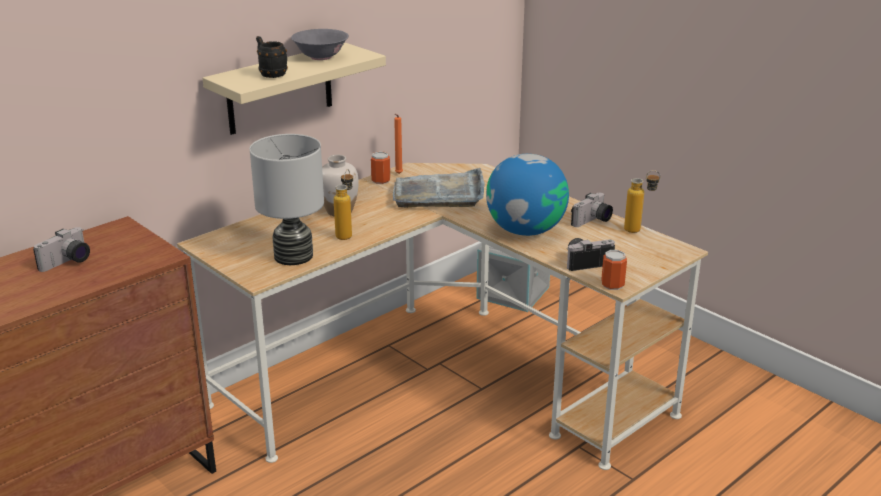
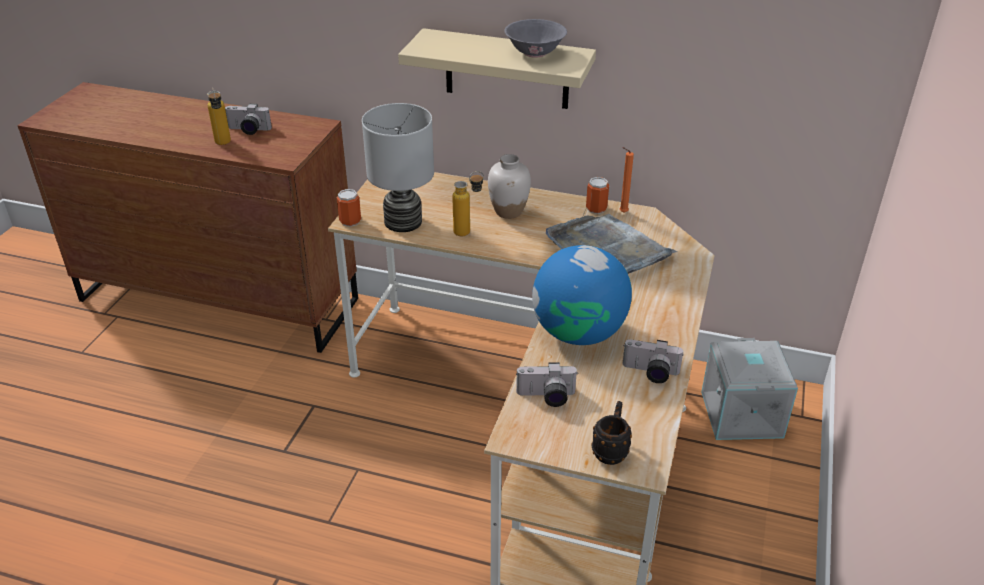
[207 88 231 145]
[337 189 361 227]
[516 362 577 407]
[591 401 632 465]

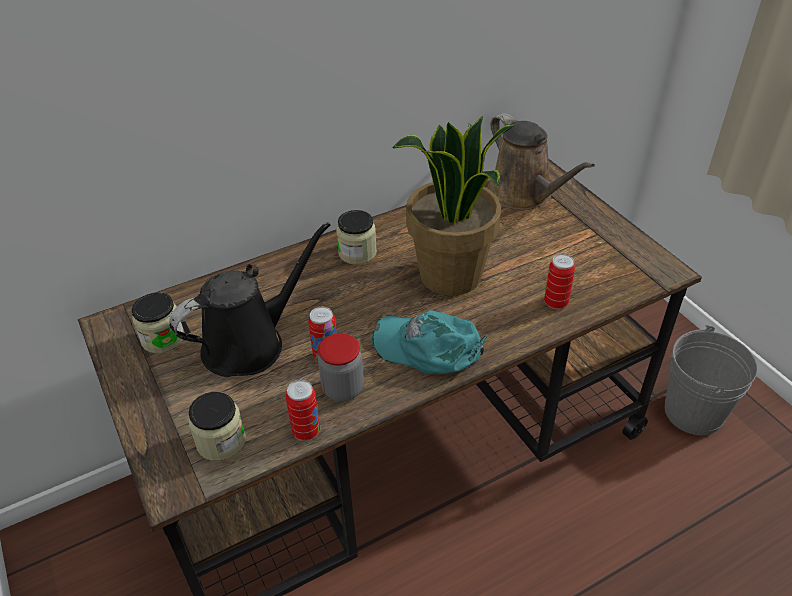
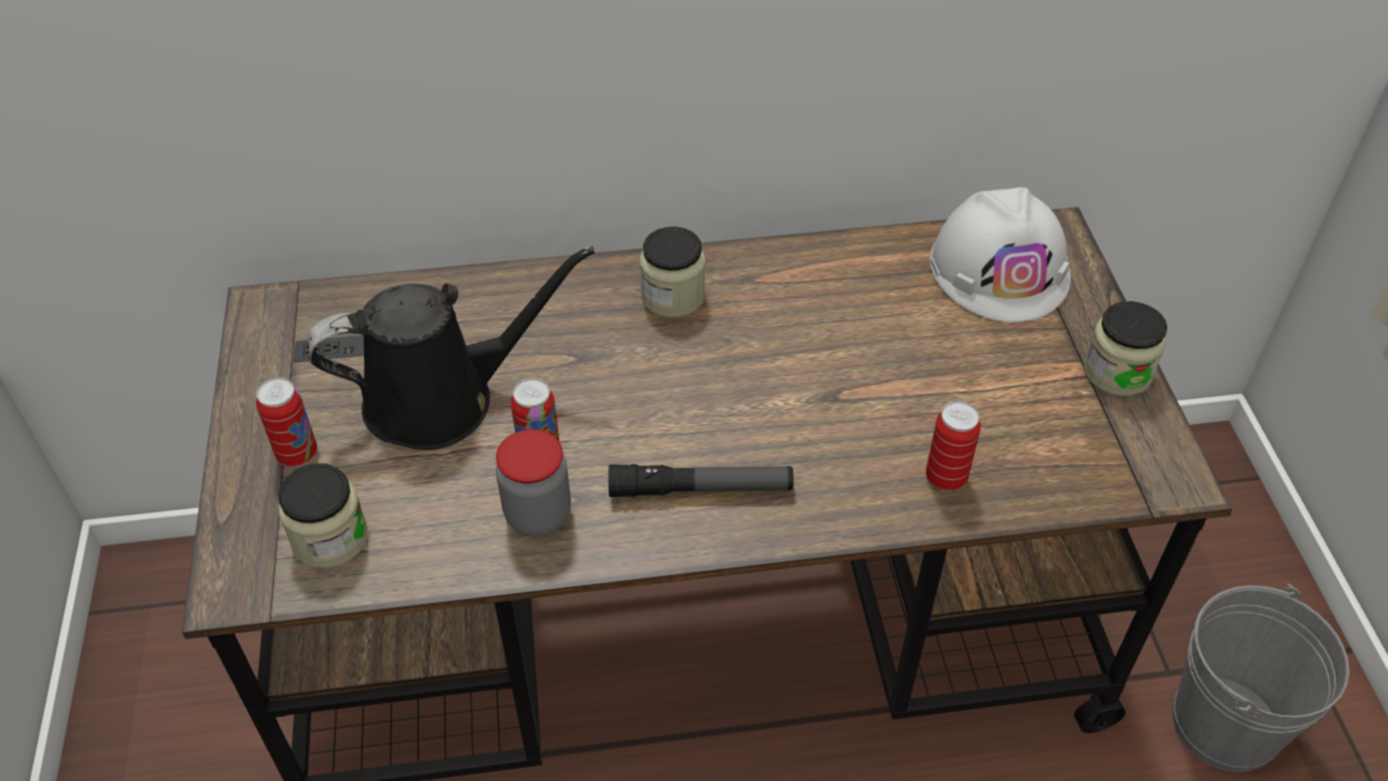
[256 378 317 467]
[608 464 794 497]
[930 187 1071 322]
[1084 301 1167 396]
[392 116 517 296] (first image)

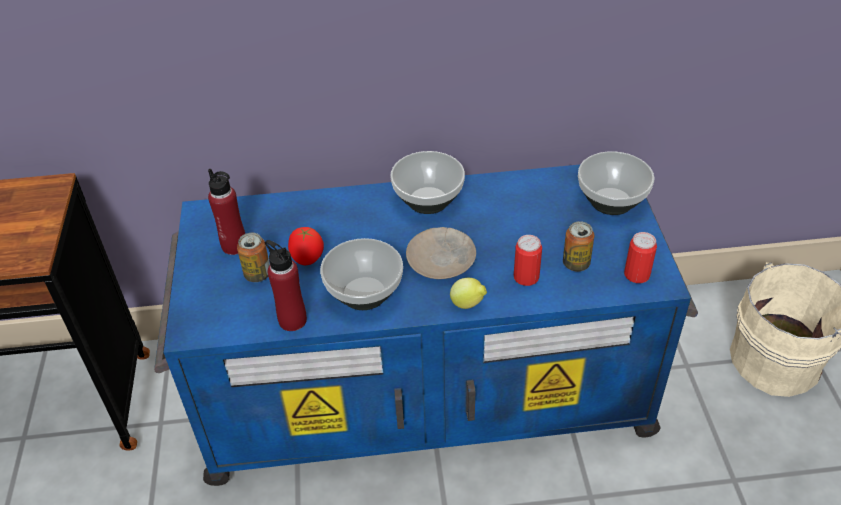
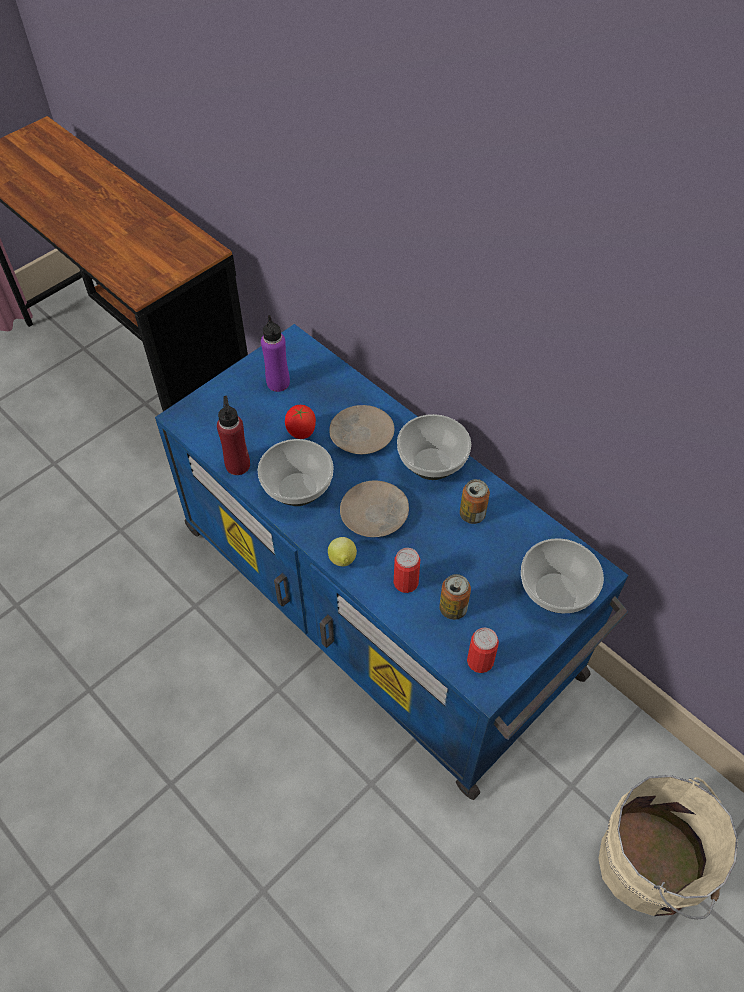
[261 315 290 392]
[329 405 394 454]
[460 479 490 524]

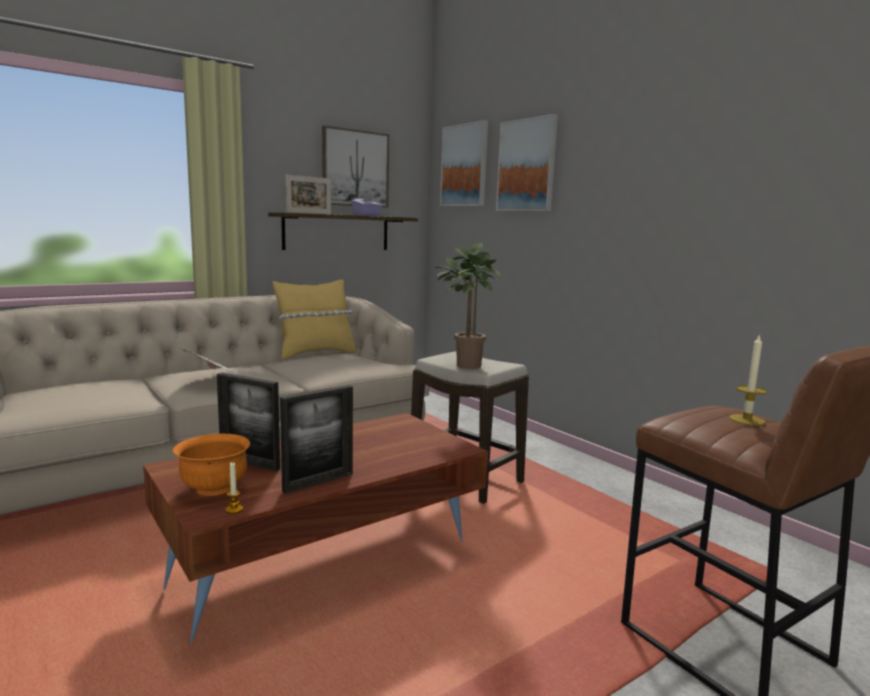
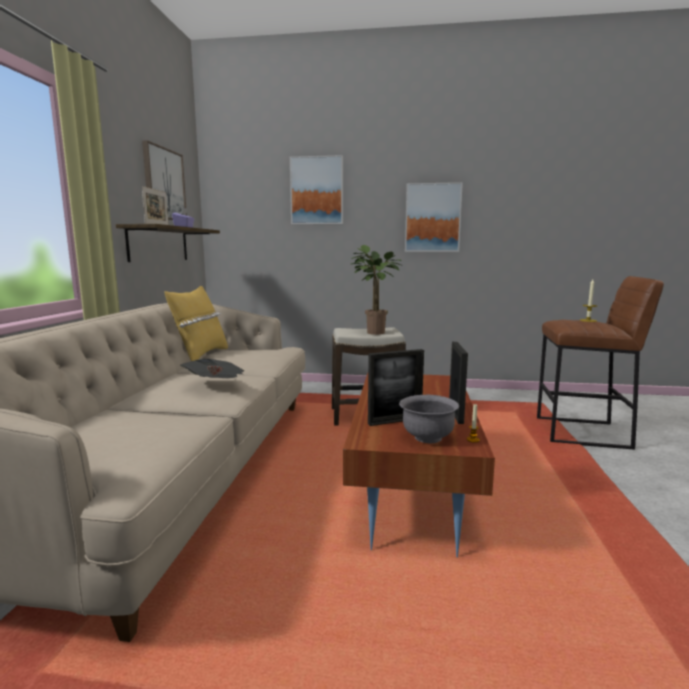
[399 395 459 443]
[405 182 463 252]

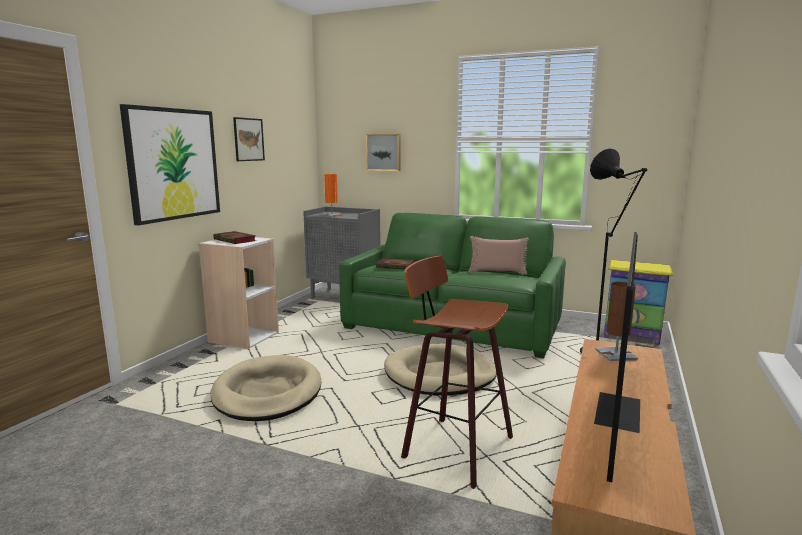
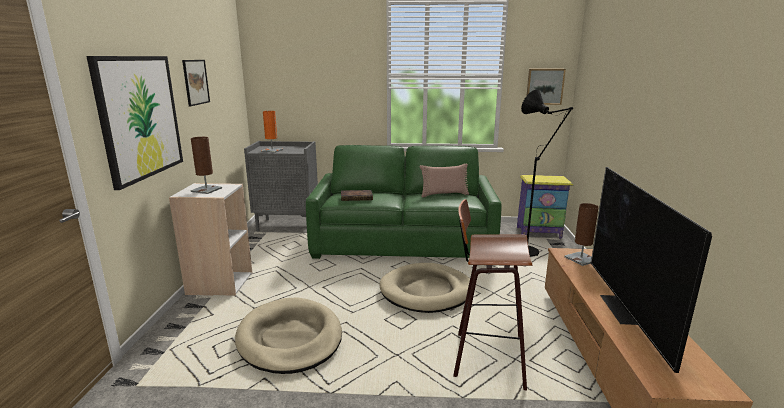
[190 137 222 194]
[527 69 566 105]

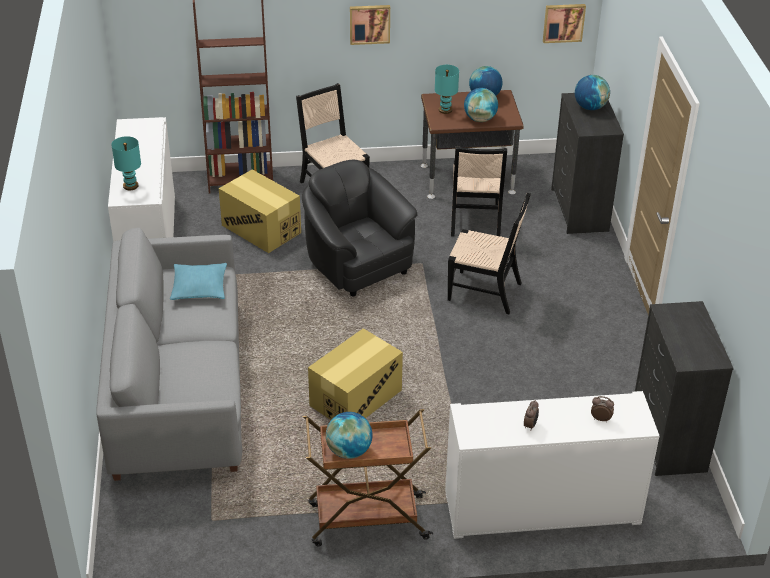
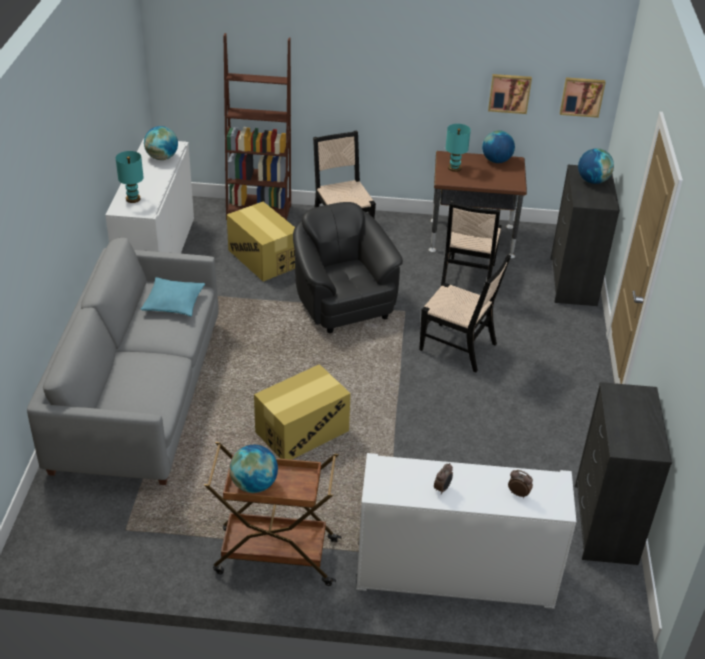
[144 126 178 160]
[488 74 532 114]

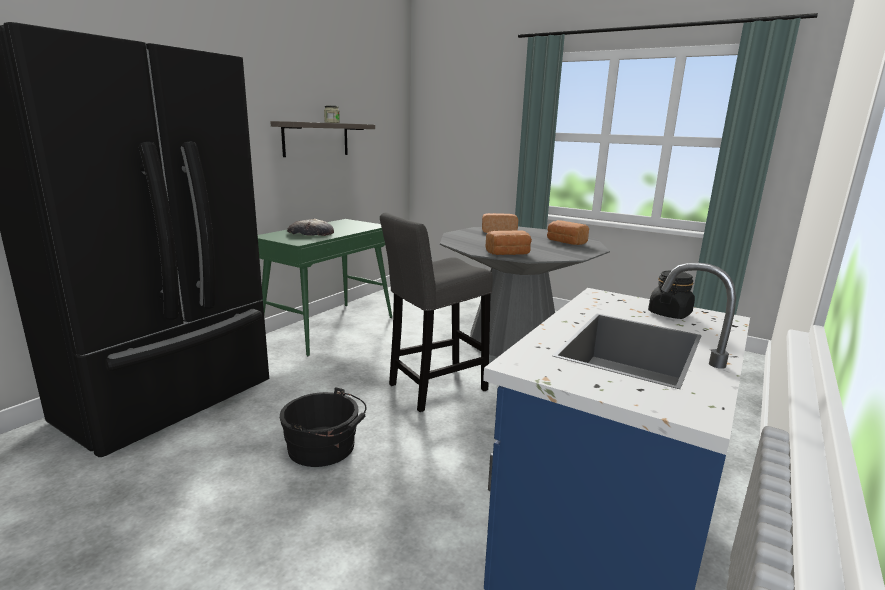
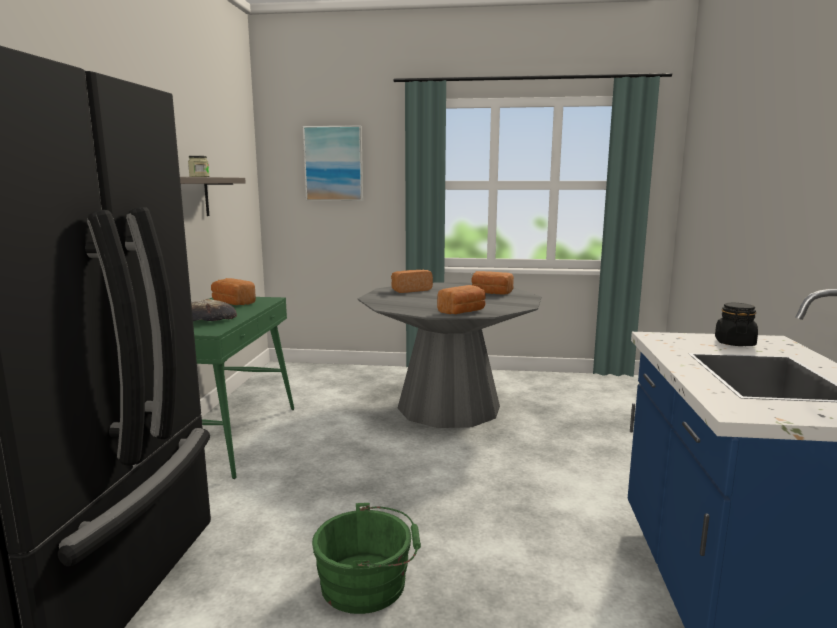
[211 278 256 305]
[303 125 363 201]
[312 503 421 614]
[380 213 493 412] (first image)

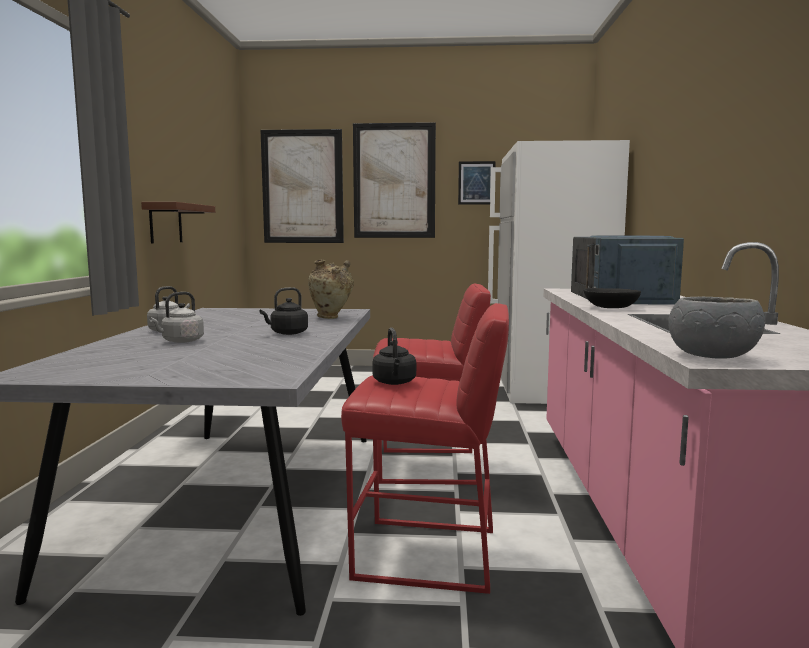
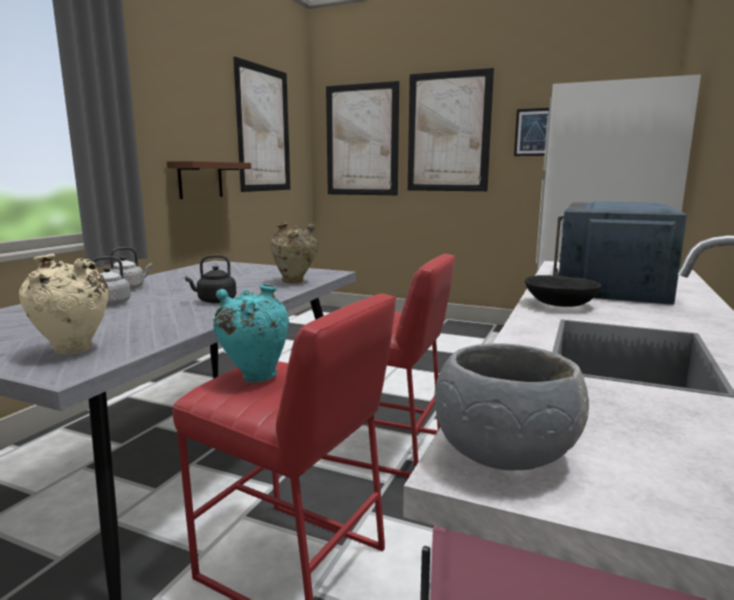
[19 254 108 354]
[213 284 289 382]
[233 56 291 192]

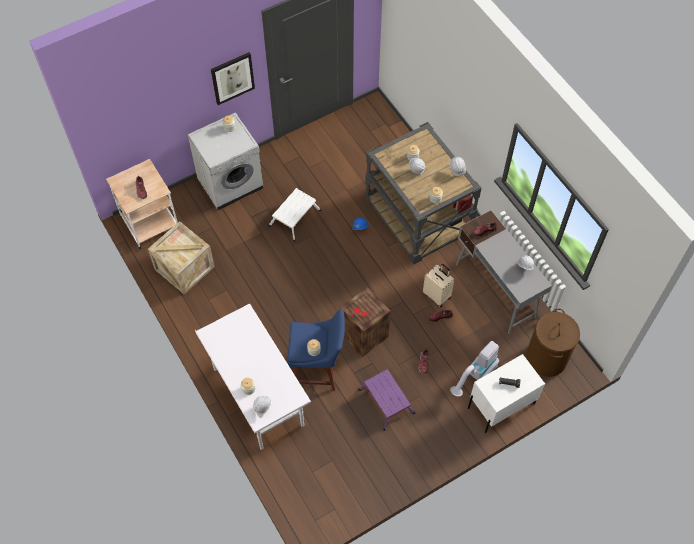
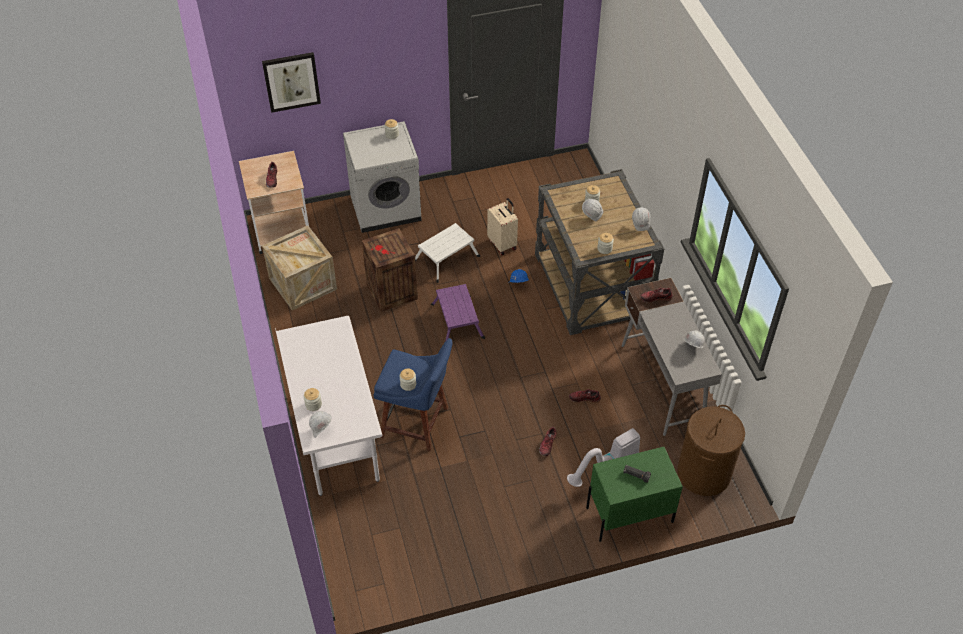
[262 52 321 113]
[362 228 418 312]
[431 284 485 341]
[487 198 518 255]
[586 447 683 542]

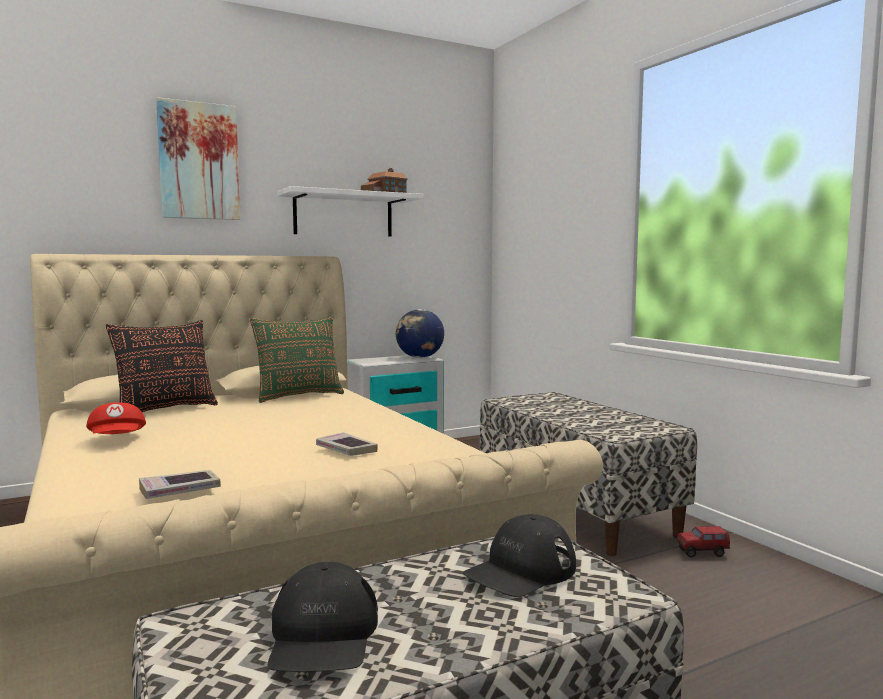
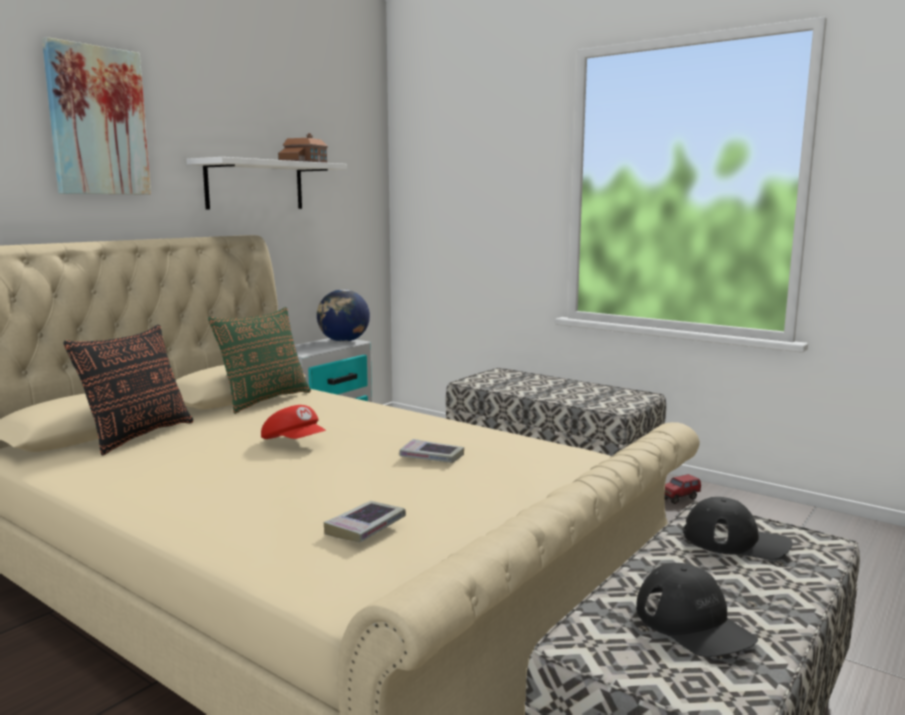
[261 405 326 439]
[683 497 793 560]

